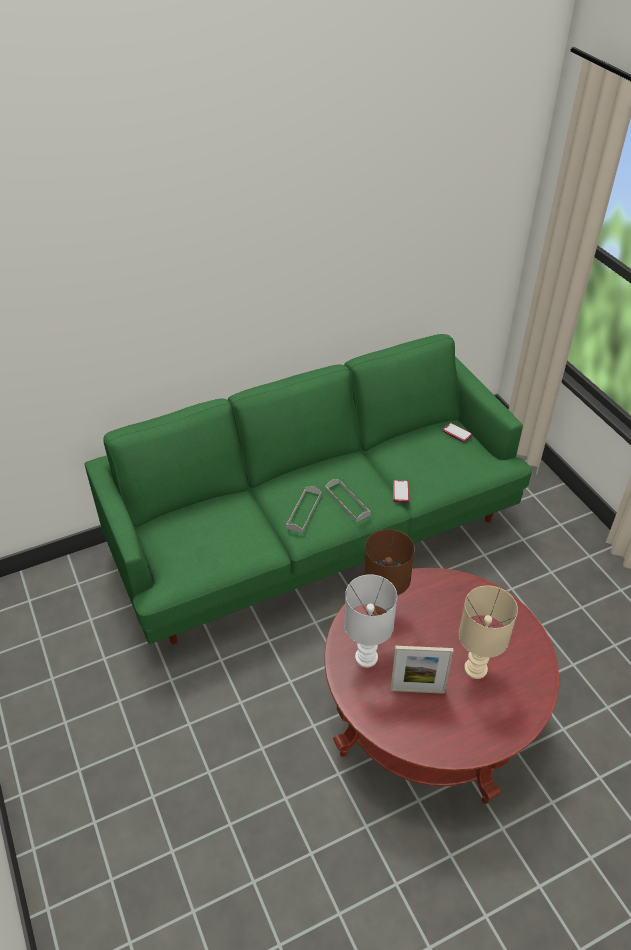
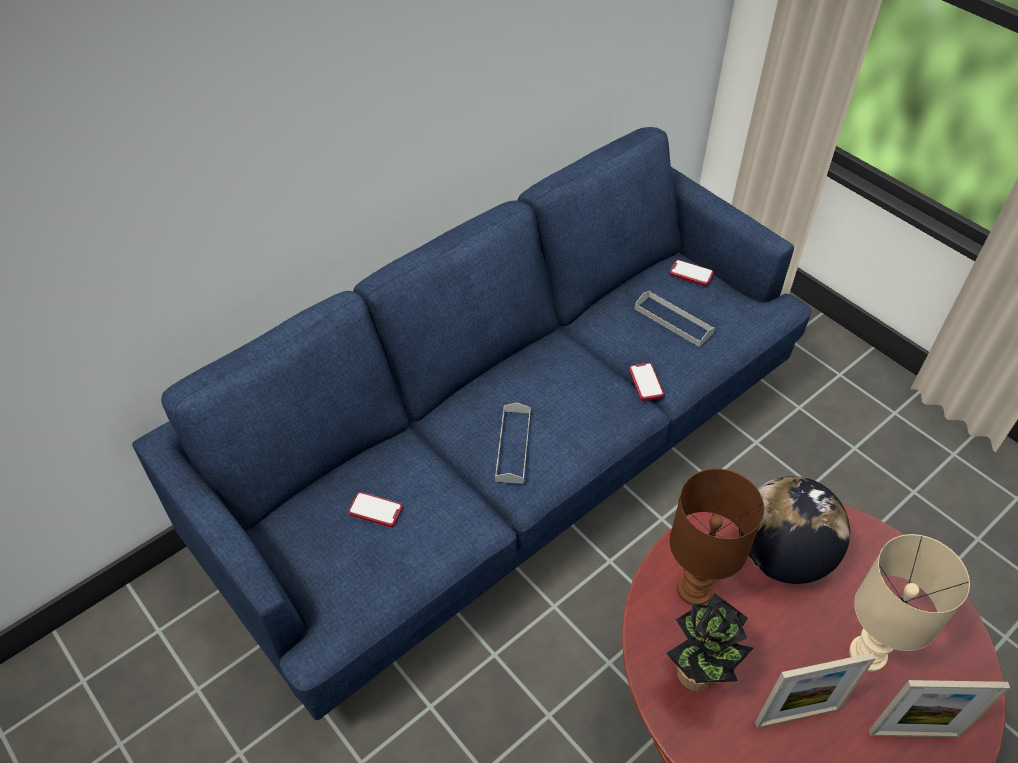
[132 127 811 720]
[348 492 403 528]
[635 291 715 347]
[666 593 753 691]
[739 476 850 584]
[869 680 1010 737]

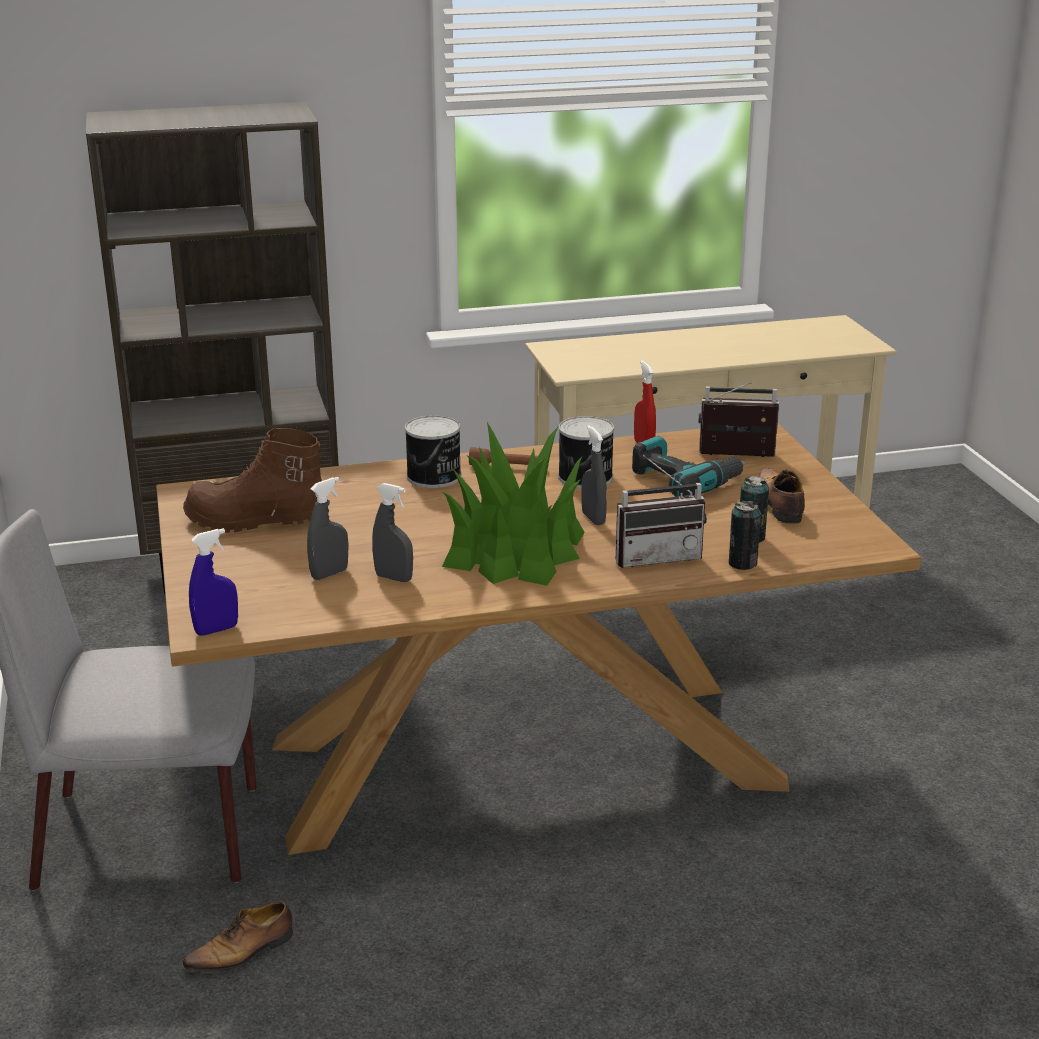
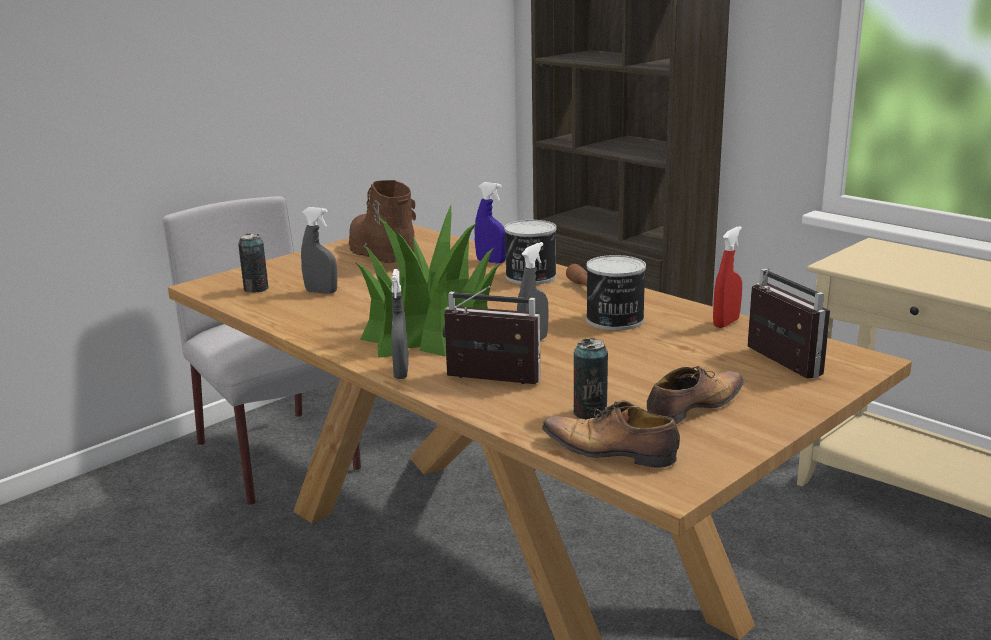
[238 234 268 293]
[391 269 409 379]
[442 286 540 384]
[474 182 506 263]
[542 400 680 468]
[632 436 746 497] (first image)

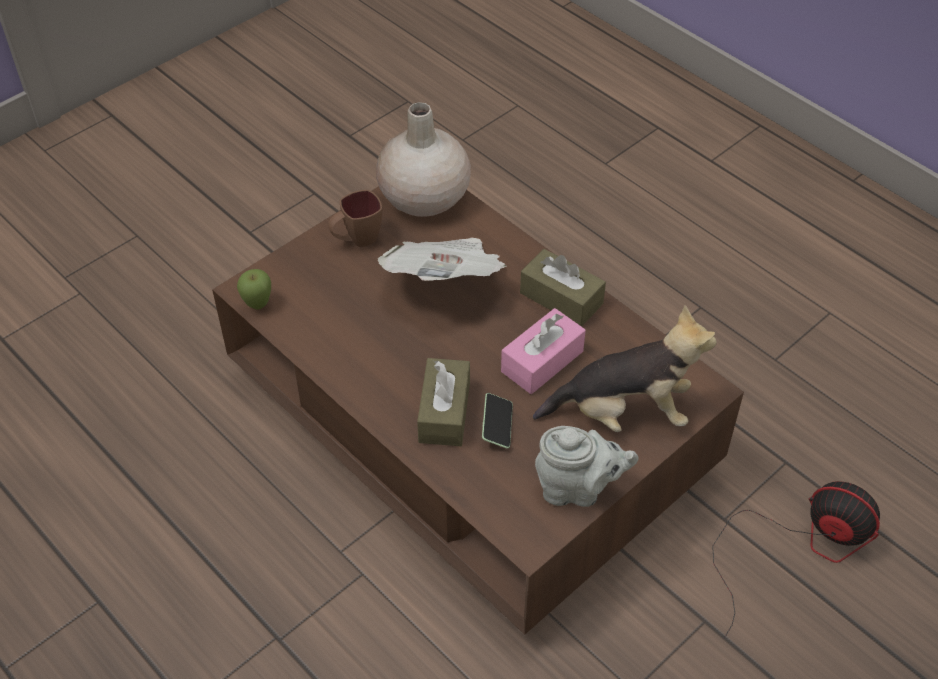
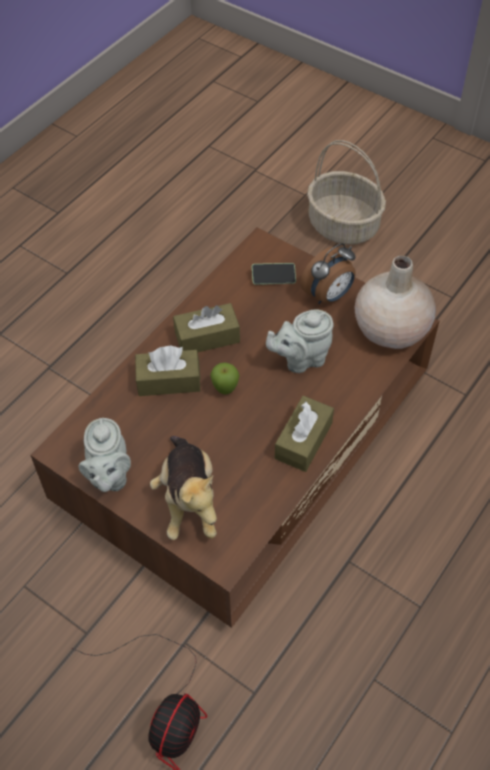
[173 303 240 352]
[210 363 240 394]
[252 263 296 285]
[266 309 334 373]
[300 243 356 304]
[307 140 386 245]
[501 308 586 394] (first image)

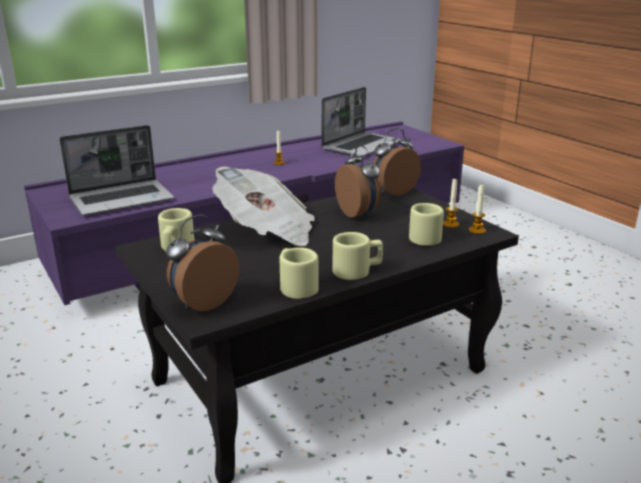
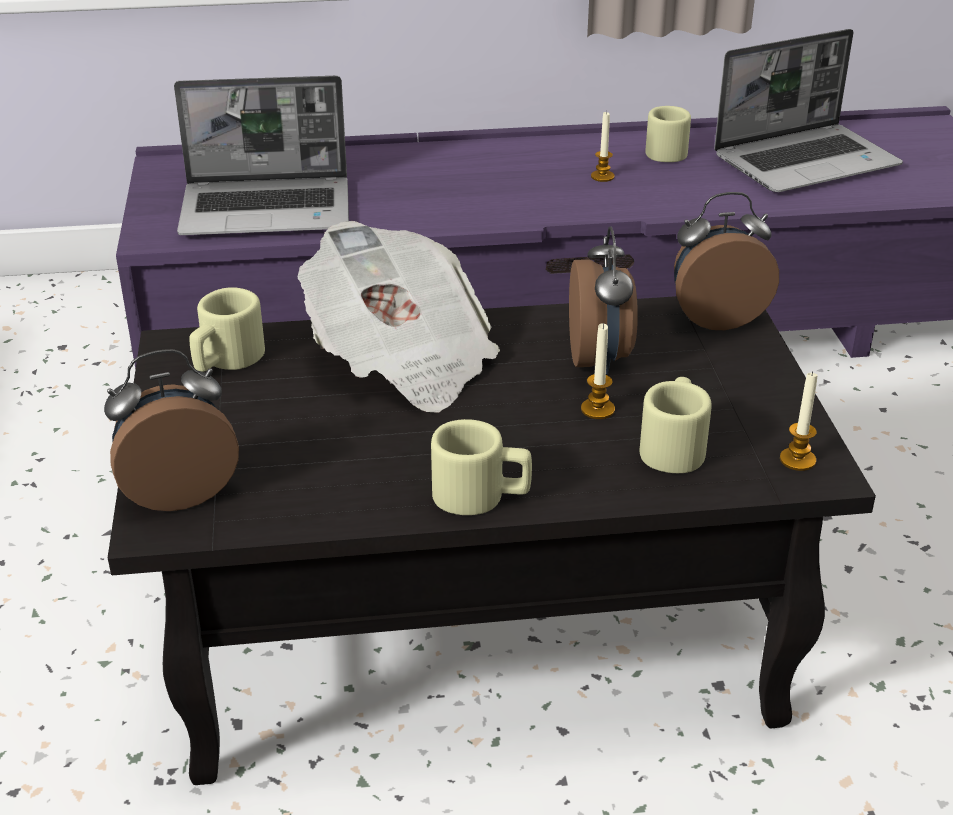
[581 323 615 419]
[645 106 691 162]

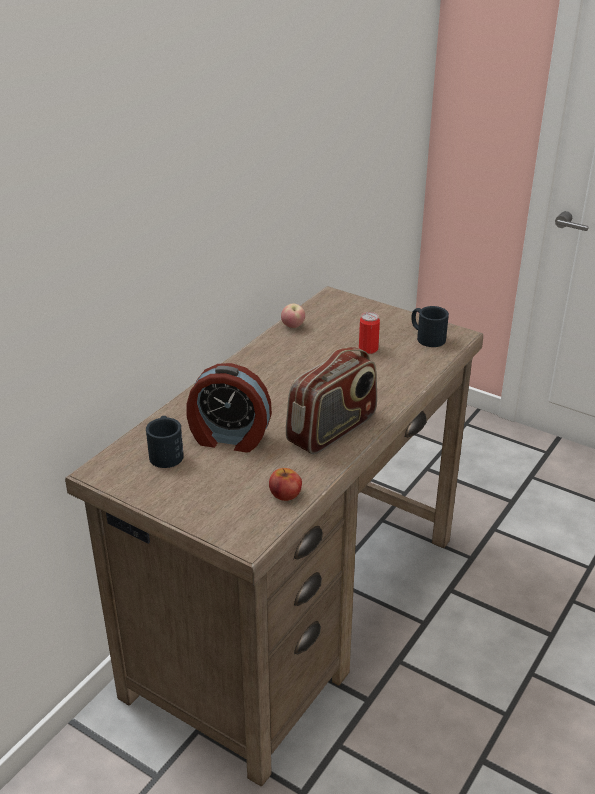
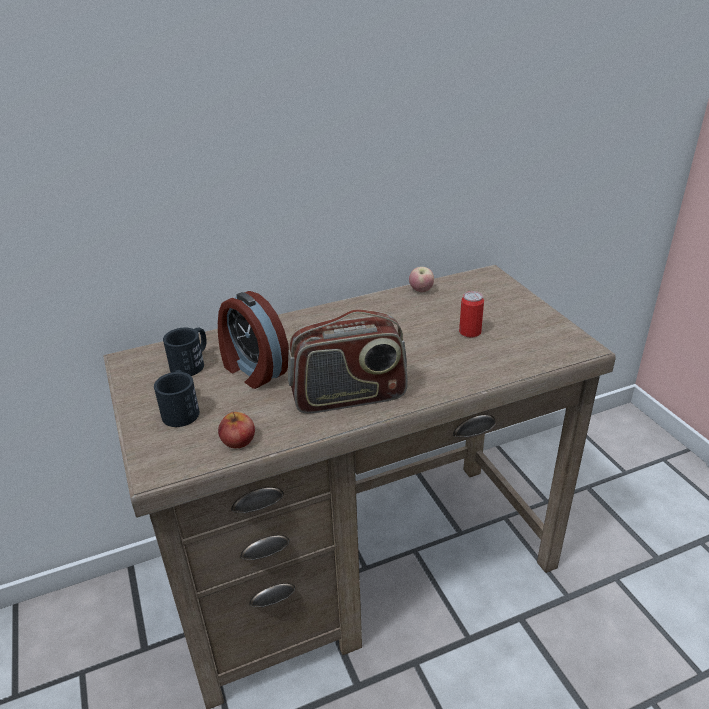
[154 370 200 427]

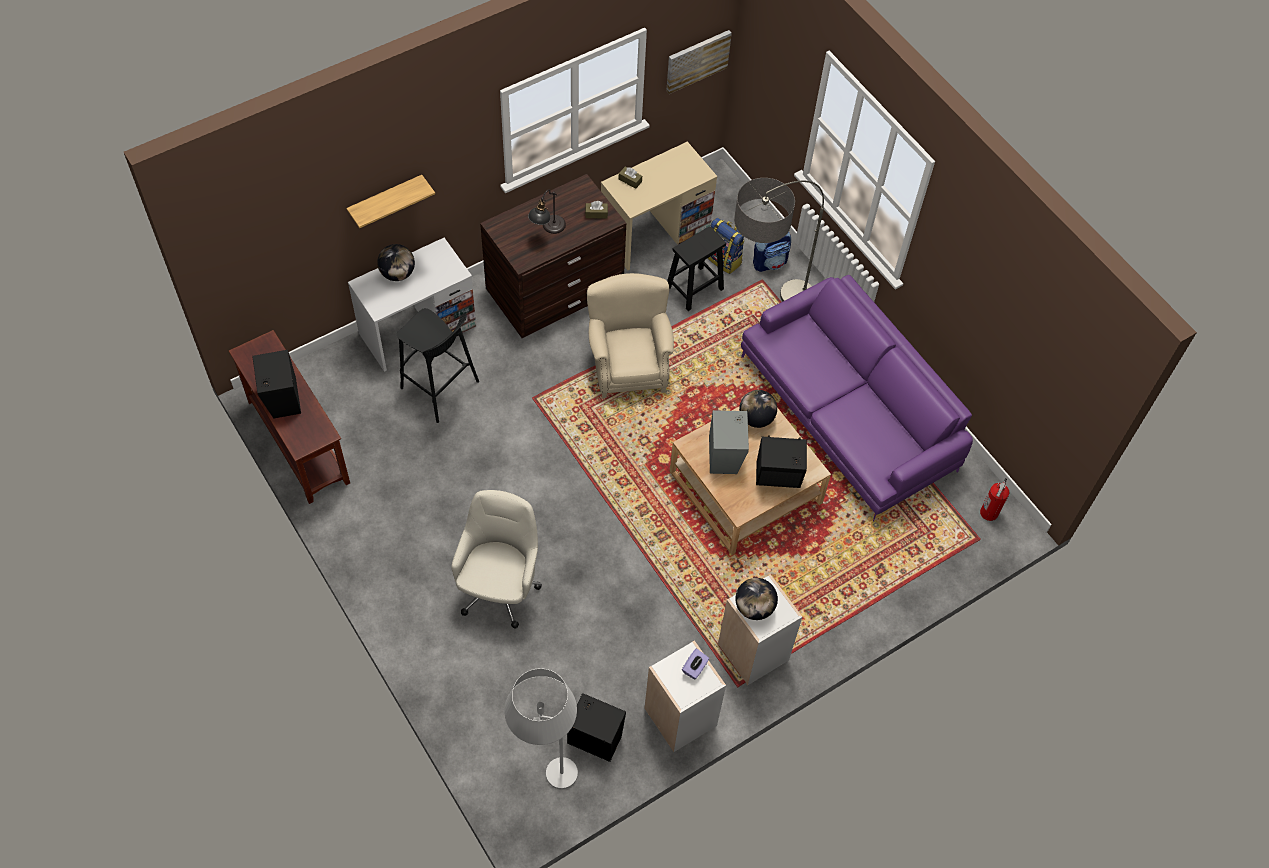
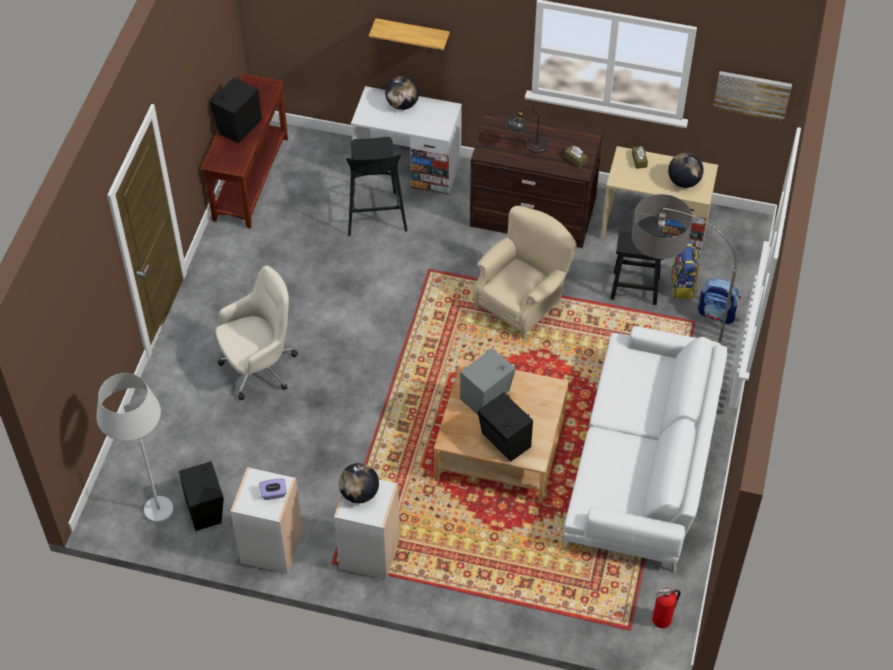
[563 326 728 572]
[668 153 704 188]

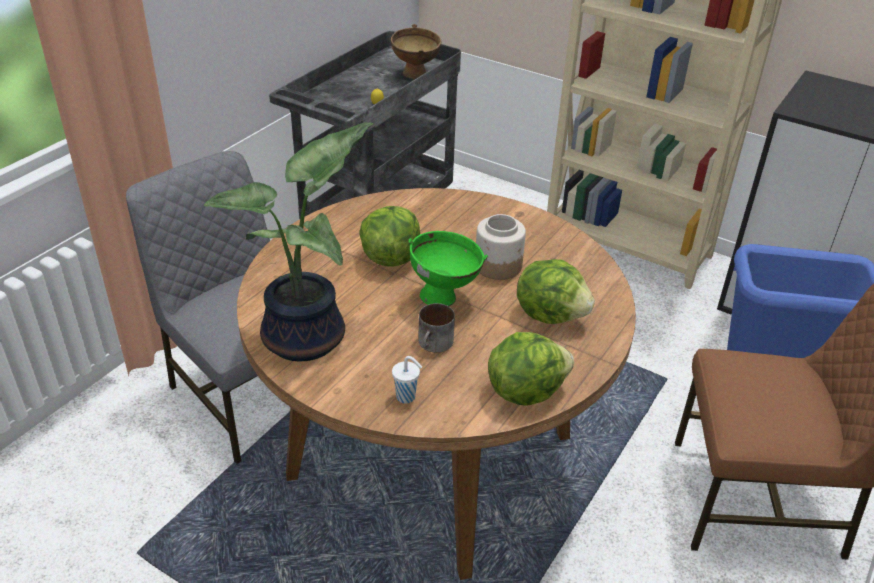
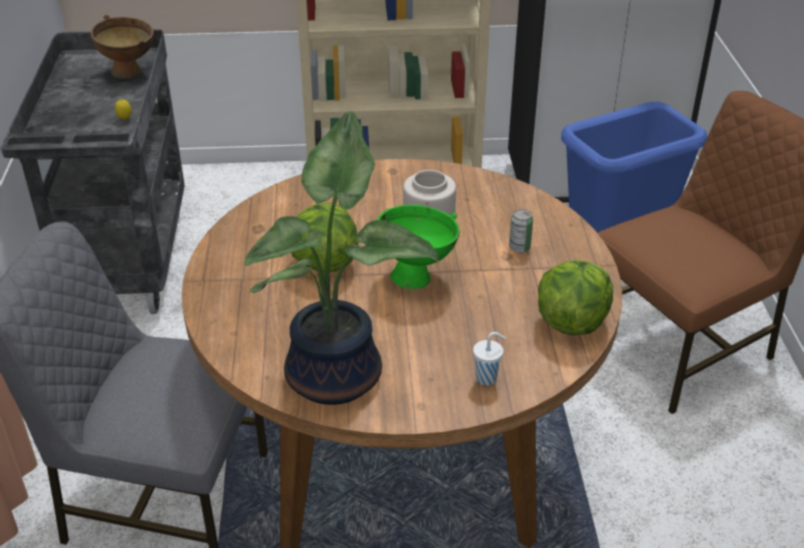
[509 209 533 253]
[418 303 455 353] (first image)

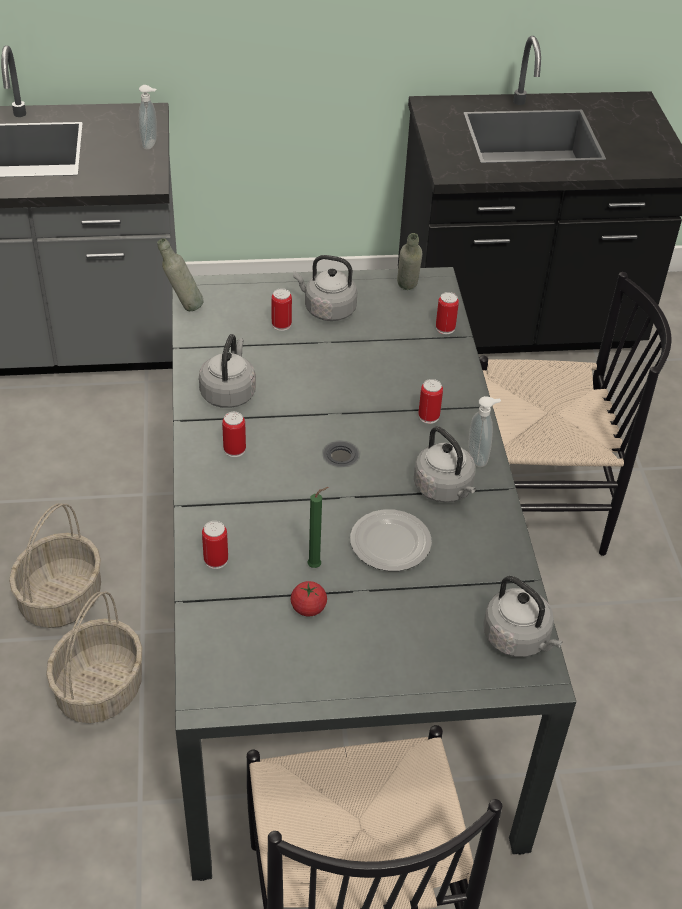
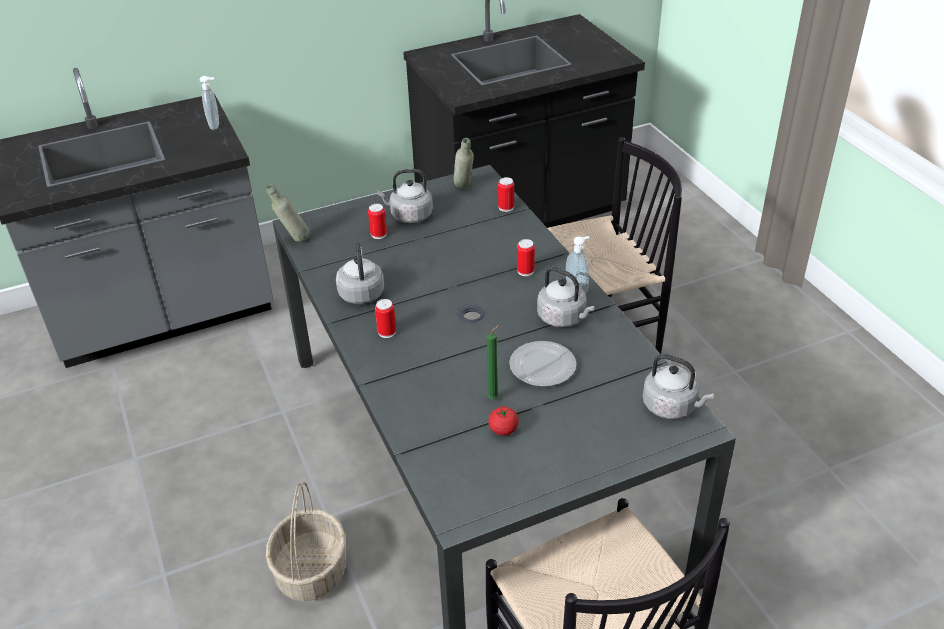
[9 503 101 628] (first image)
[202 521 228 569] (first image)

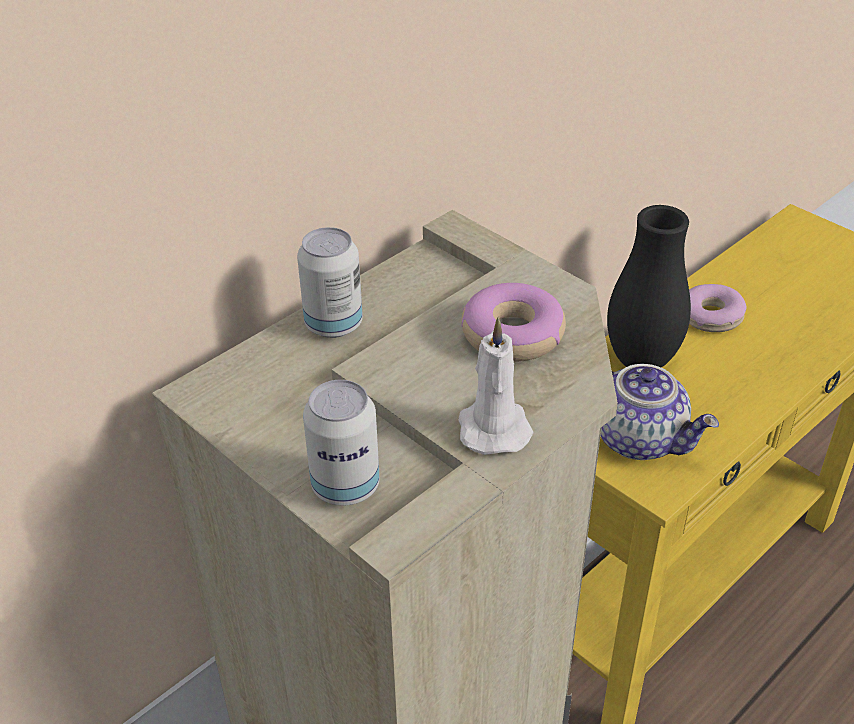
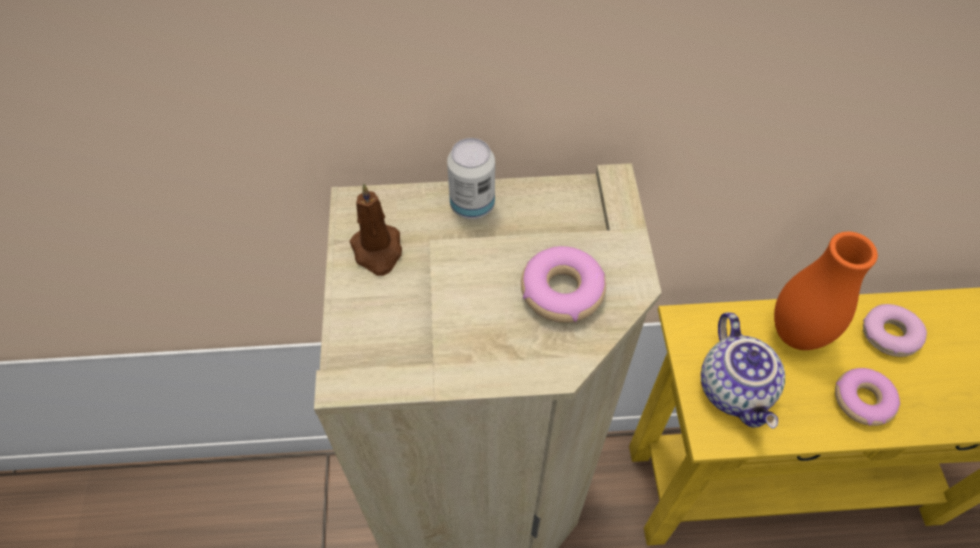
[349 183 402 276]
[774 231 878 350]
[835 368 900 426]
[303 380 380 506] (first image)
[458 317 533 455] (first image)

